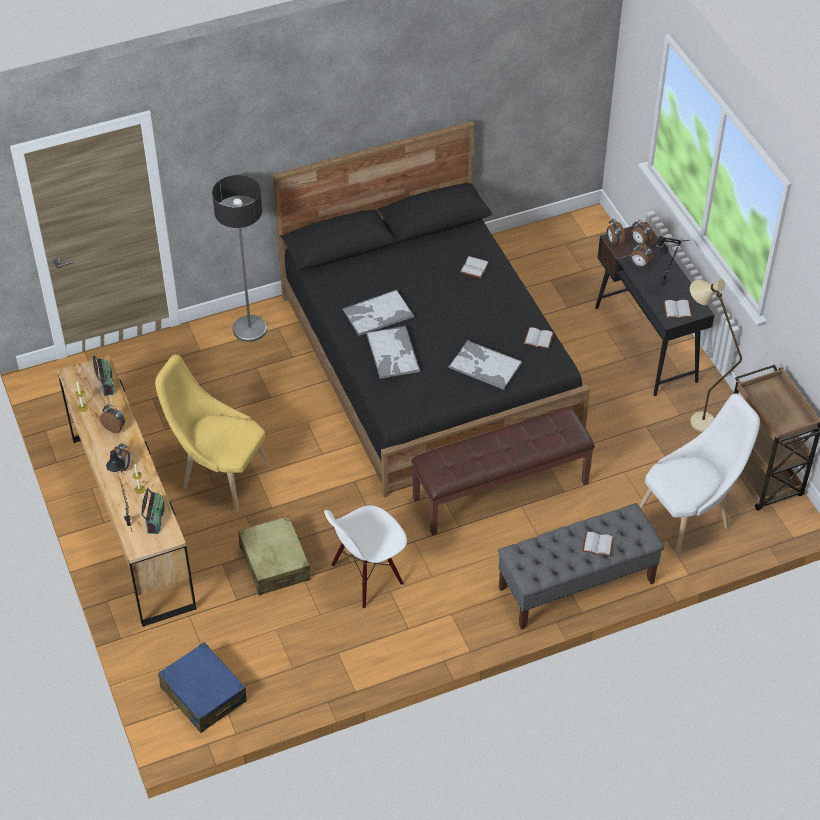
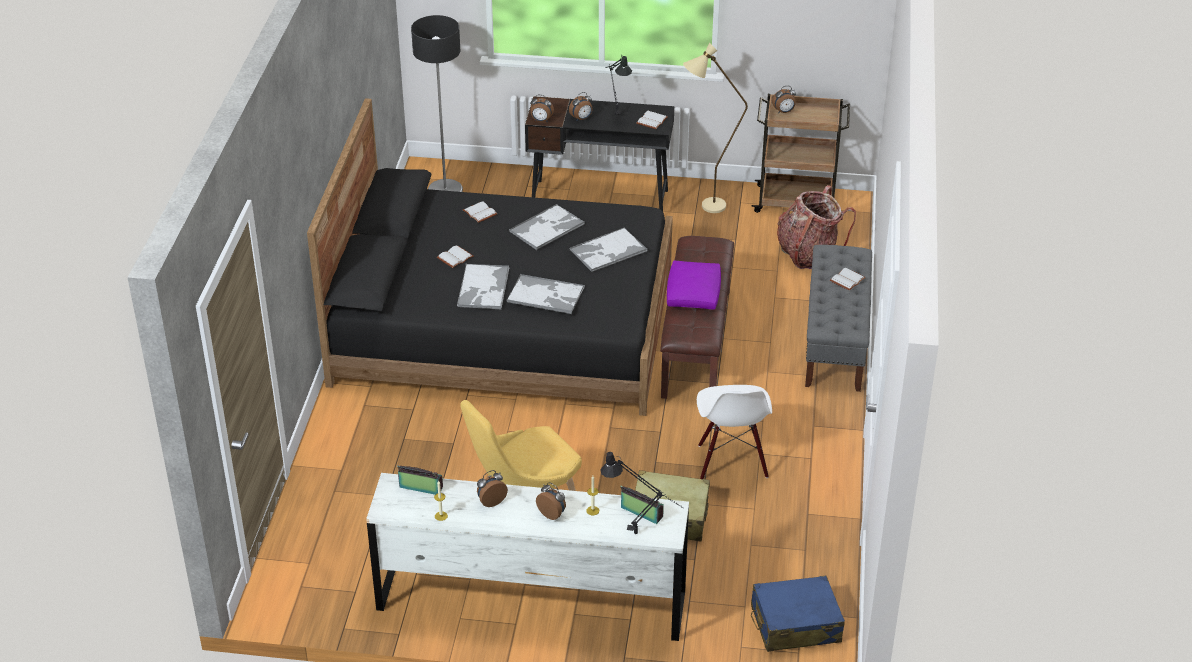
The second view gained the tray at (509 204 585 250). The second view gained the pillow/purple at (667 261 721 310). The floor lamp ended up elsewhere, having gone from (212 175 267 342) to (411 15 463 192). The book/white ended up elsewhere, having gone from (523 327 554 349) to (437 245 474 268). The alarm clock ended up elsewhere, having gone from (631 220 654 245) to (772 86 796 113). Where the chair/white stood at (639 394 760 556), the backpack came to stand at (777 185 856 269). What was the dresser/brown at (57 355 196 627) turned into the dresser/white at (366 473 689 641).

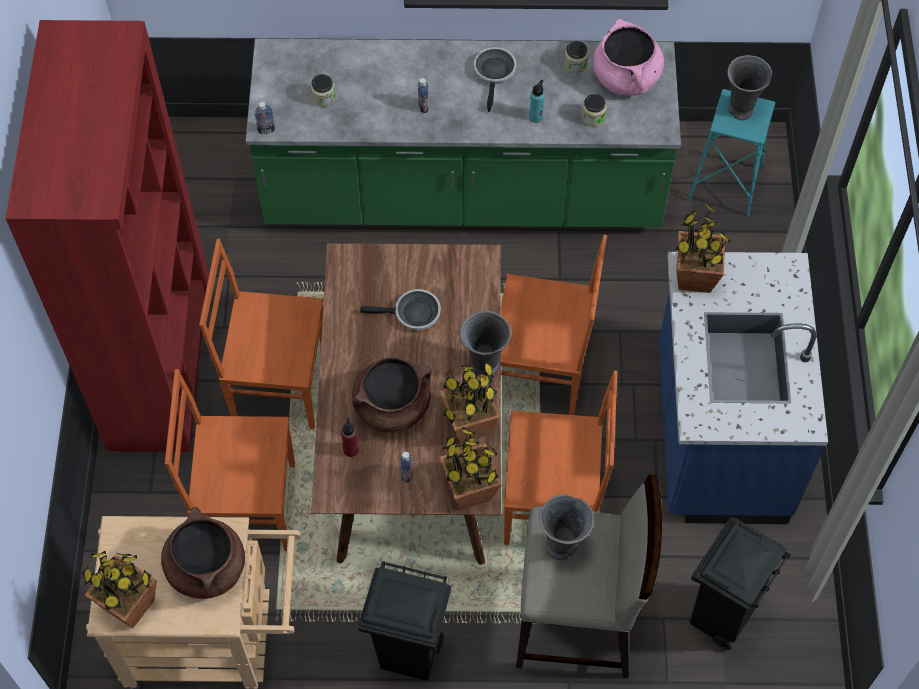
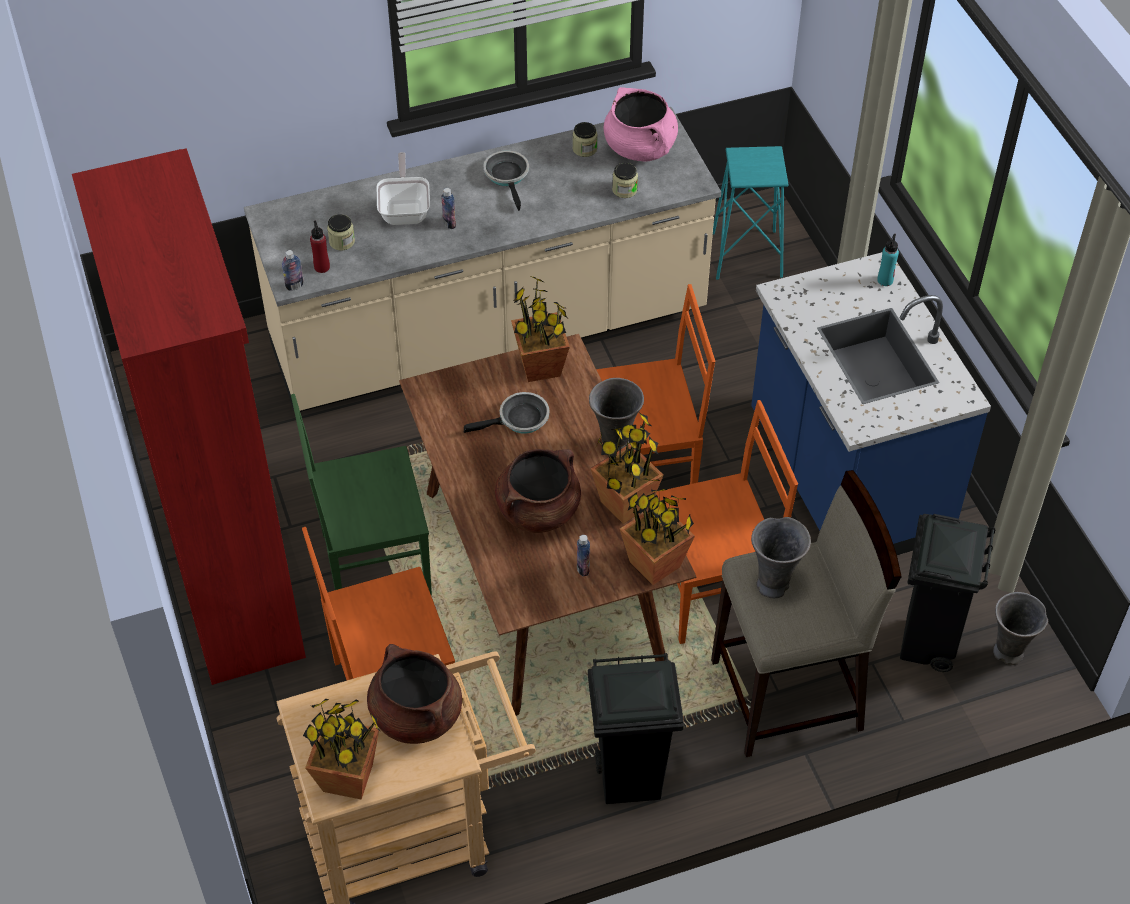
The second view gained the frying pan at (377 152 430 225). The bottle/red ended up elsewhere, having gone from (341 418 359 457) to (310 221 330 273). The bottle/turquoise ended up elsewhere, having gone from (529 80 545 123) to (877 234 899 286). The potted plant ended up elsewhere, having gone from (675 204 731 293) to (511 276 570 382). The vase/grey ended up elsewhere, having gone from (727 55 772 120) to (993 592 1048 665). What was the chair/orange at (199 239 323 430) turned into the chair/green at (291 394 432 596). What was the counter/green at (246 39 681 228) turned into the counter/beige at (244 107 721 412).

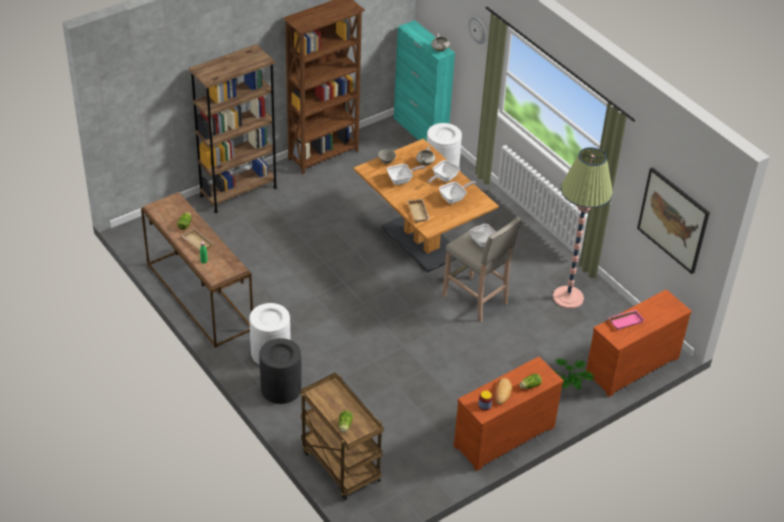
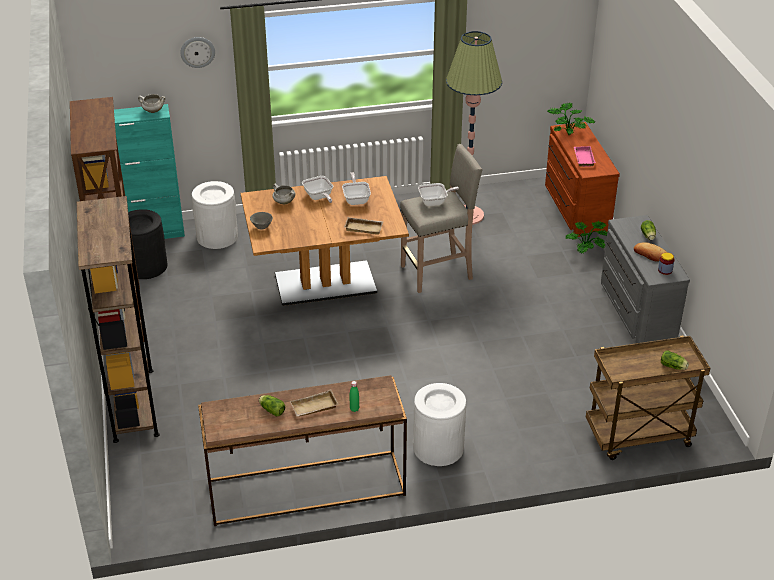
The second view lost the frying pan at (387 164 426 185). The second view lost the picture at (637 167 710 274). The second view gained the potted plant at (547 102 595 135). The trash can/black ended up elsewhere, having gone from (259 338 301 404) to (128 209 167 279). What was the dresser/brown at (454 357 564 471) turned into the dresser/grey at (601 215 690 343).

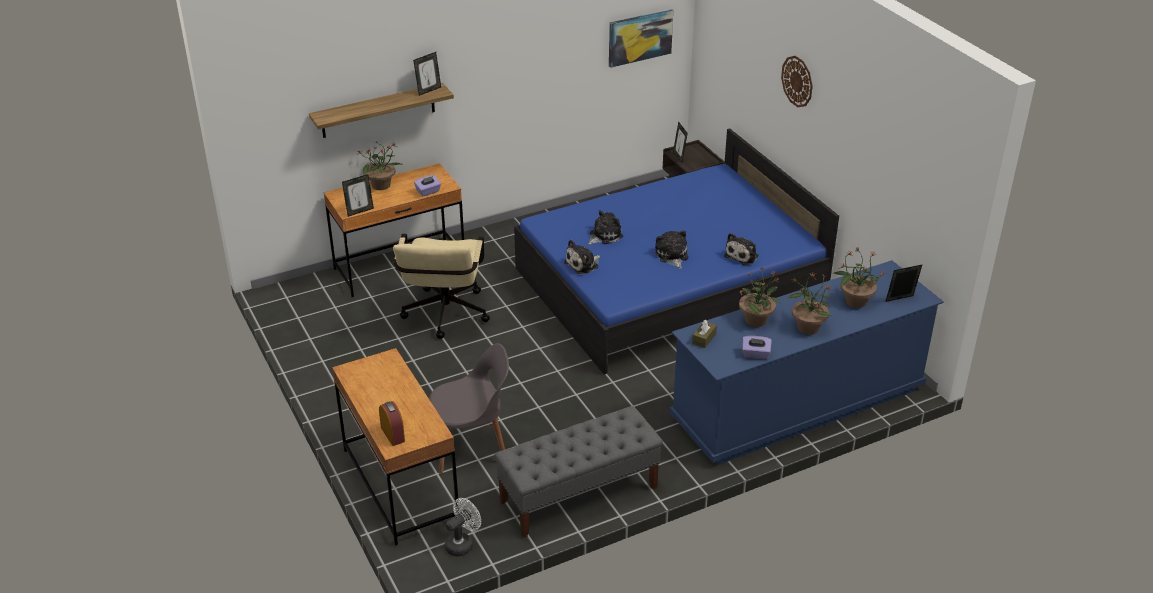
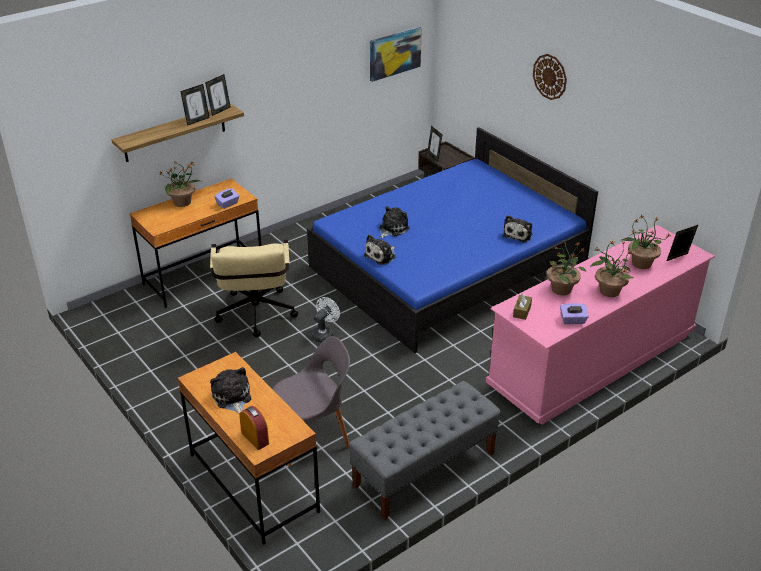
The picture frame ended up elsewhere, having gone from (342 174 374 217) to (180 84 209 126). The fan/white ended up elsewhere, having gone from (445 498 481 556) to (312 297 340 342). The plush toy ended up elsewhere, having gone from (655 230 688 269) to (210 367 251 414). What was the dresser/blue at (670 260 944 465) turned into the dresser/pink at (486 225 715 425).

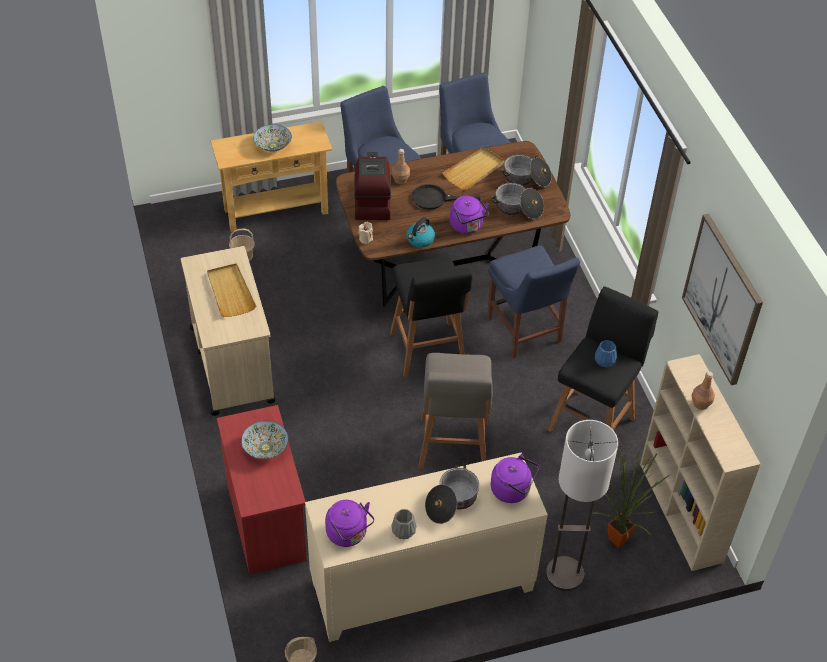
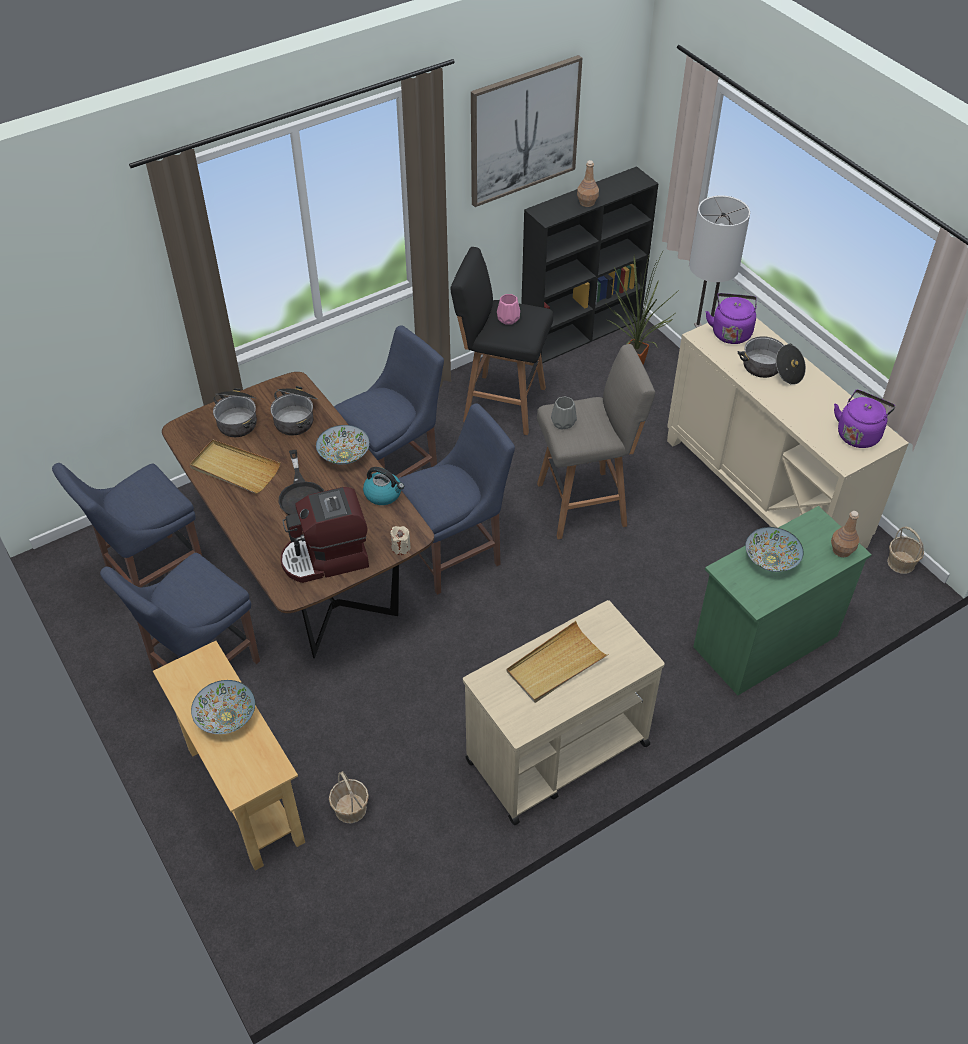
The vase/grey ended up elsewhere, having gone from (391 509 416 539) to (551 397 577 430). The bottle/brown ended up elsewhere, having gone from (392 149 410 184) to (831 511 859 557). Where the stool/black stood at (390 257 473 378), the chair/blue came to stand at (398 403 515 595). Where the kettle/purple stood at (450 196 489 234), the bowl came to stand at (316 425 370 465). What was the dresser/red at (217 405 307 575) turned into the dresser/green at (693 506 872 695). What was the vase/blue at (595 340 617 368) turned into the vase/pink at (497 294 520 324). What was the bookcase/beige at (640 354 760 571) turned into the bookcase/black at (521 166 658 363).

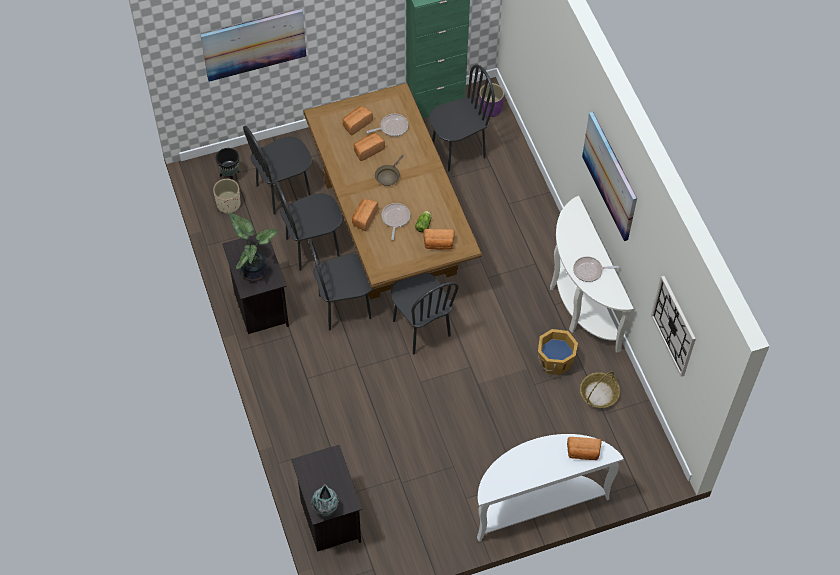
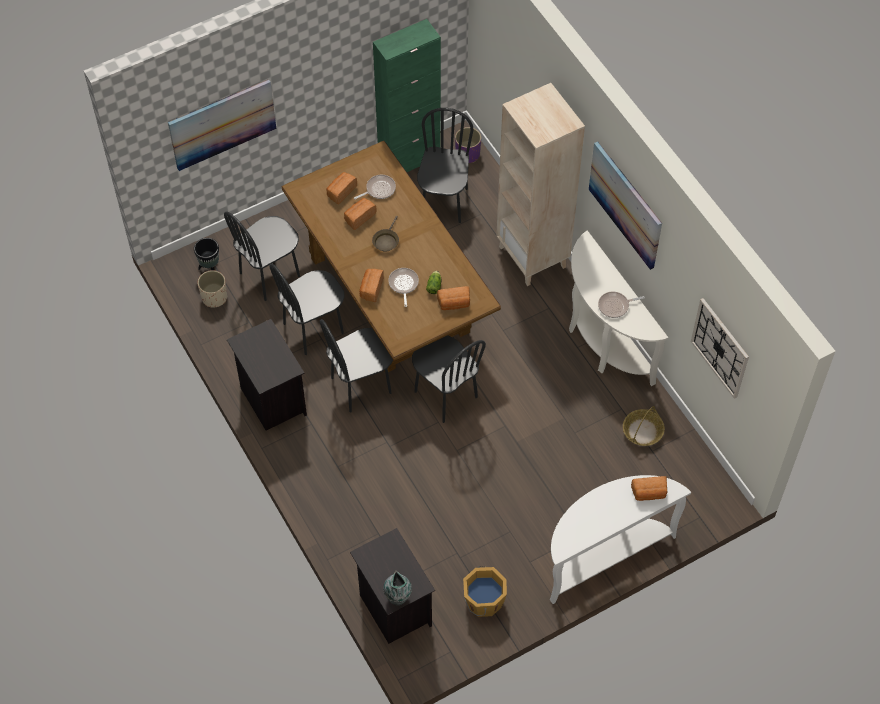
The second view lost the potted plant at (228 212 278 282). The second view gained the bookcase/beige at (496 83 585 286). The bucket/orange ended up elsewhere, having gone from (538 329 578 375) to (463 566 507 617). The chair/black at (429 65 495 171) ended up facing another way, 45 degrees counterclockwise from before.

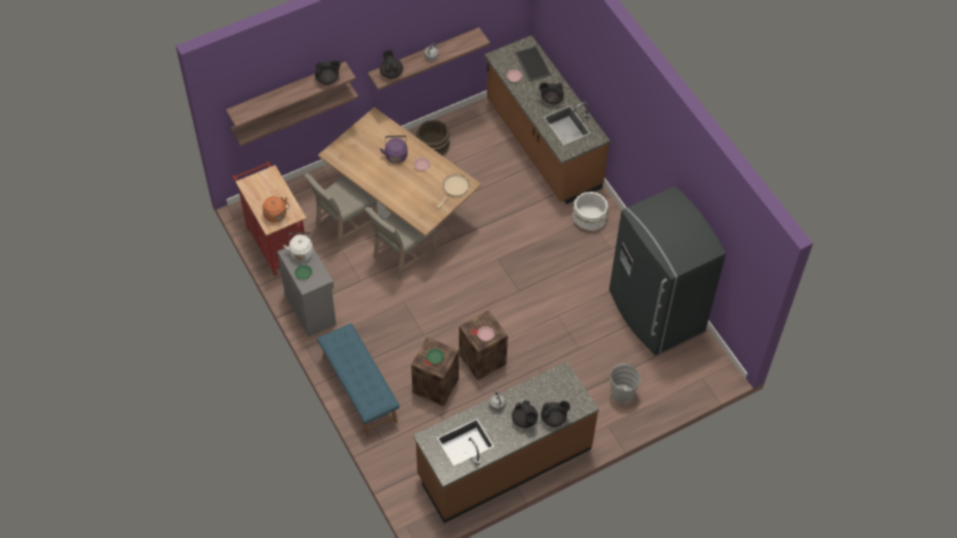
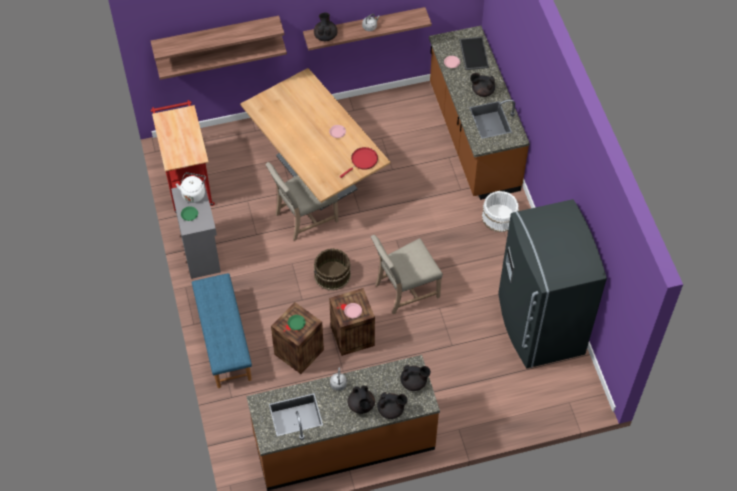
The second view lost the kettle/orange at (262 196 290 223). The second view lost the kettle/purple at (380 135 408 163). The second view lost the bucket/grey at (610 363 641 403). The chair/beige ended up elsewhere, having gone from (304 173 378 248) to (371 235 443 315). The teapot/black ended up elsewhere, having gone from (315 60 341 85) to (400 365 431 391). The bucket/brown ended up elsewhere, having gone from (416 120 450 156) to (314 248 351 290). What was the frying pan/beige at (437 174 469 209) turned into the frying pan/red at (340 147 378 178).

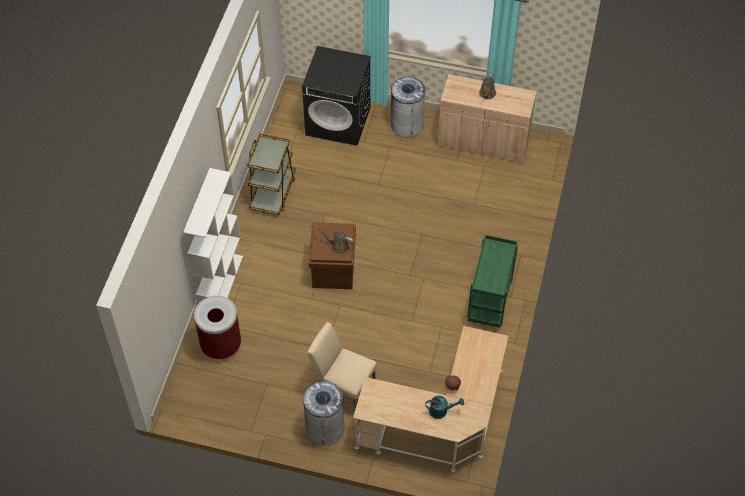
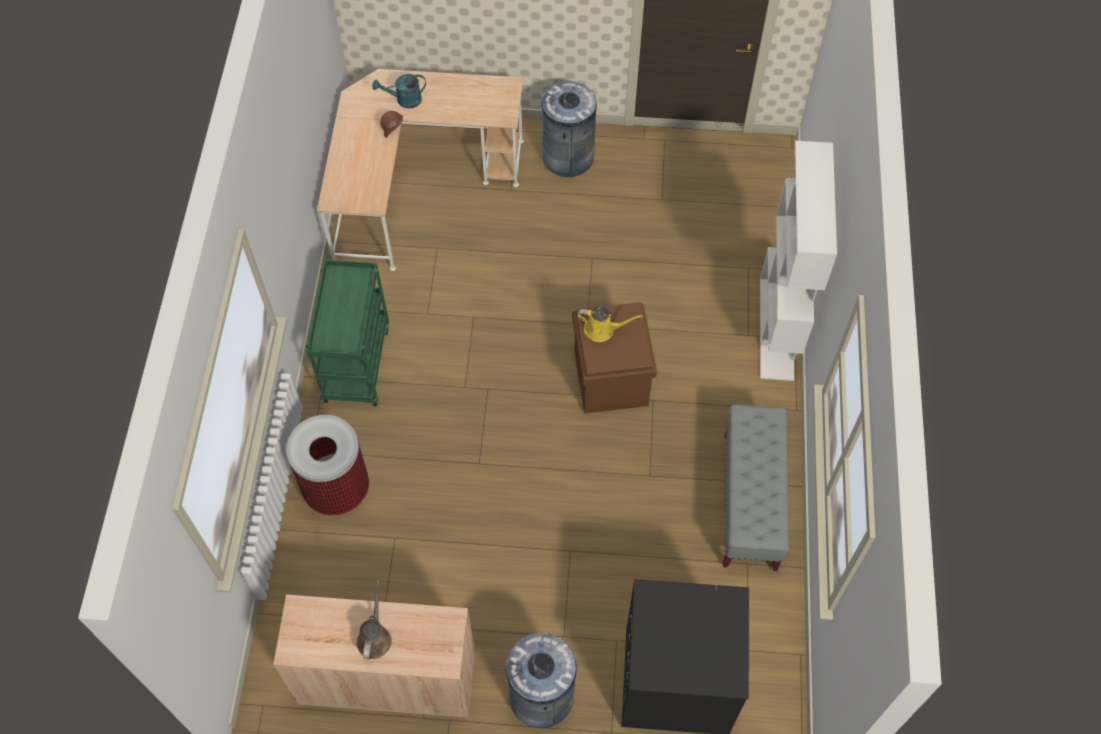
The second view lost the chair/beige at (307 322 377 411). The trash can ended up elsewhere, having gone from (194 295 241 360) to (286 415 369 516). Where the cart/brown stood at (247 133 296 215), the bench/grey came to stand at (723 405 789 571). What was the watering can/brown at (316 226 354 254) turned into the watering can/yellow at (577 306 643 342).

